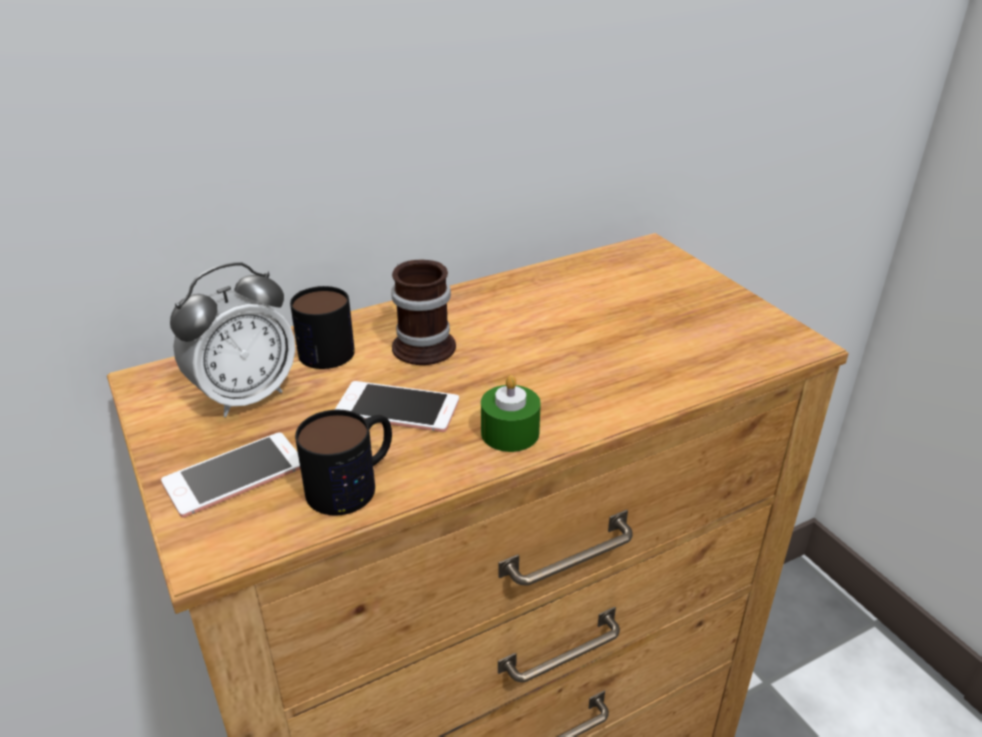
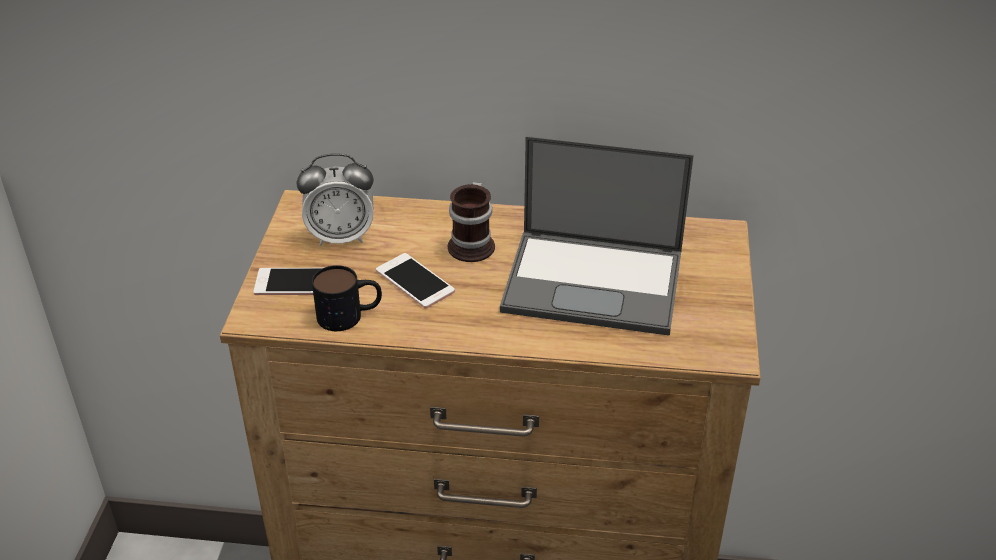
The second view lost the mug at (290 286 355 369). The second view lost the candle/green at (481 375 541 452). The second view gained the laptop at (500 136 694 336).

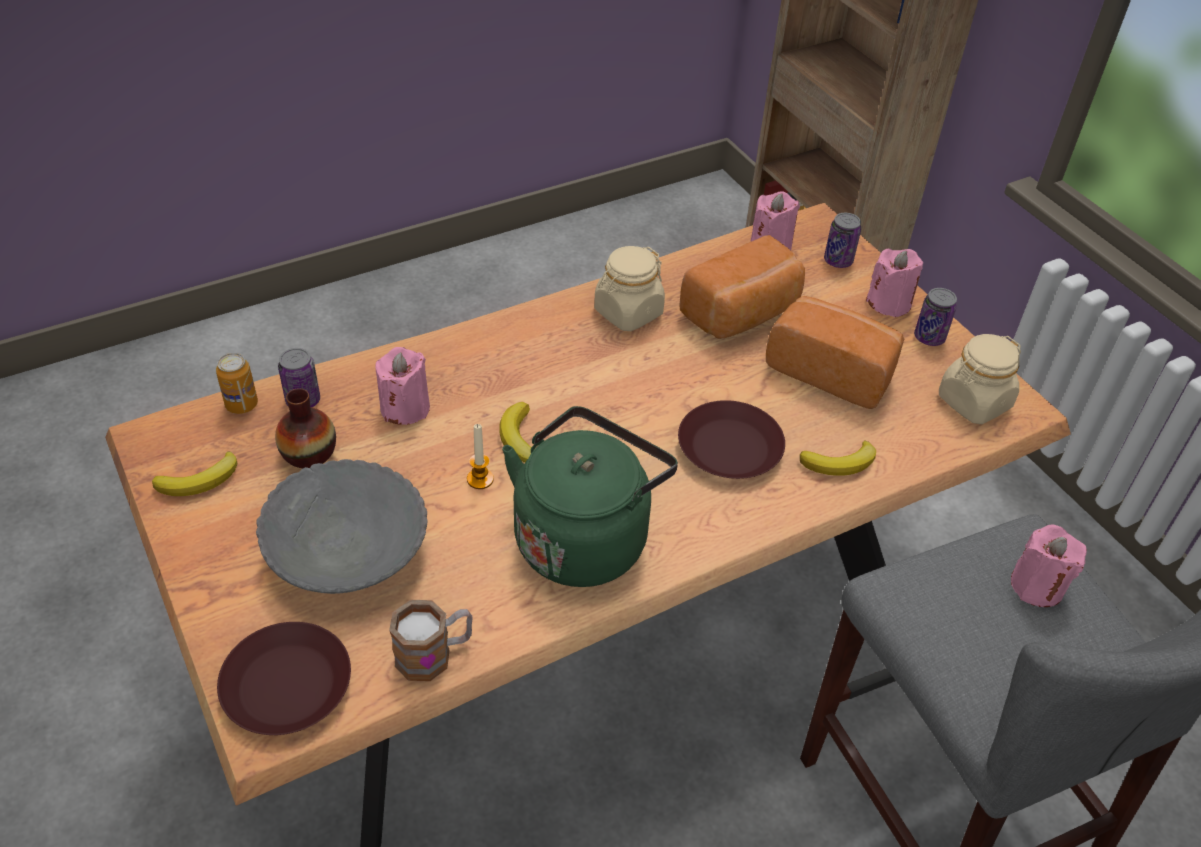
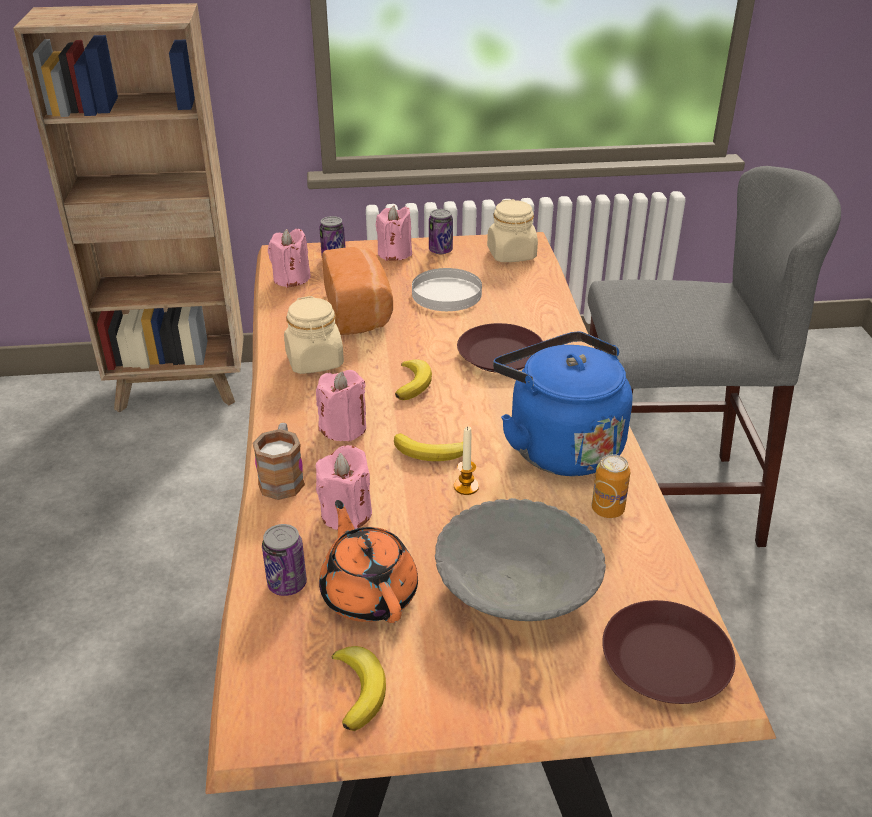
The can ended up elsewhere, having gone from (216 353 258 414) to (592 454 630 518). The mug ended up elsewhere, having gone from (389 600 473 681) to (252 422 305 500). The banana ended up elsewhere, having gone from (800 440 876 476) to (395 359 432 400). The candle/pink ended up elsewhere, having gone from (1011 525 1087 607) to (316 370 366 442). Where the vase stood at (275 388 336 468), the teapot/orange came to stand at (319 500 418 623). Where the bread stood at (766 296 904 409), the plate/white came to stand at (412 268 482 311). What was the kettle/green at (502 406 678 587) turned into the kettle/blue at (493 332 633 476).

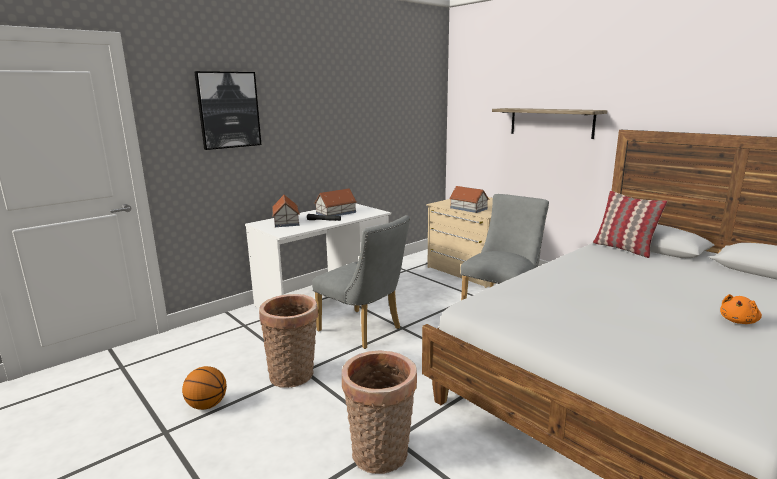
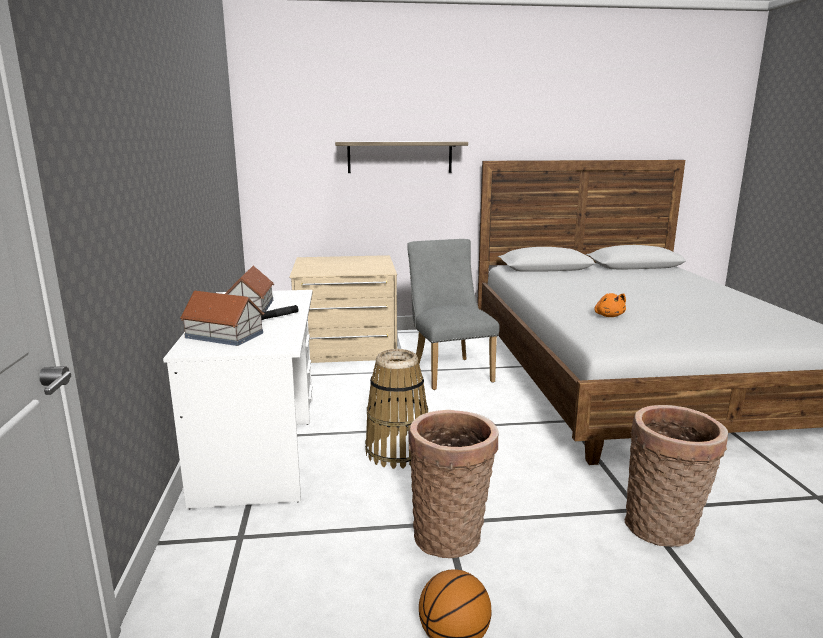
The second view lost the picture at (194 71 261 150). The second view lost the toy house at (449 186 489 213). The second view lost the pillow at (593 191 667 258). The plush toy/orange ended up elsewhere, having gone from (720 294 762 324) to (594 293 626 317). Where the chair/grey stood at (312 215 410 349), the basket came to stand at (365 349 428 469).

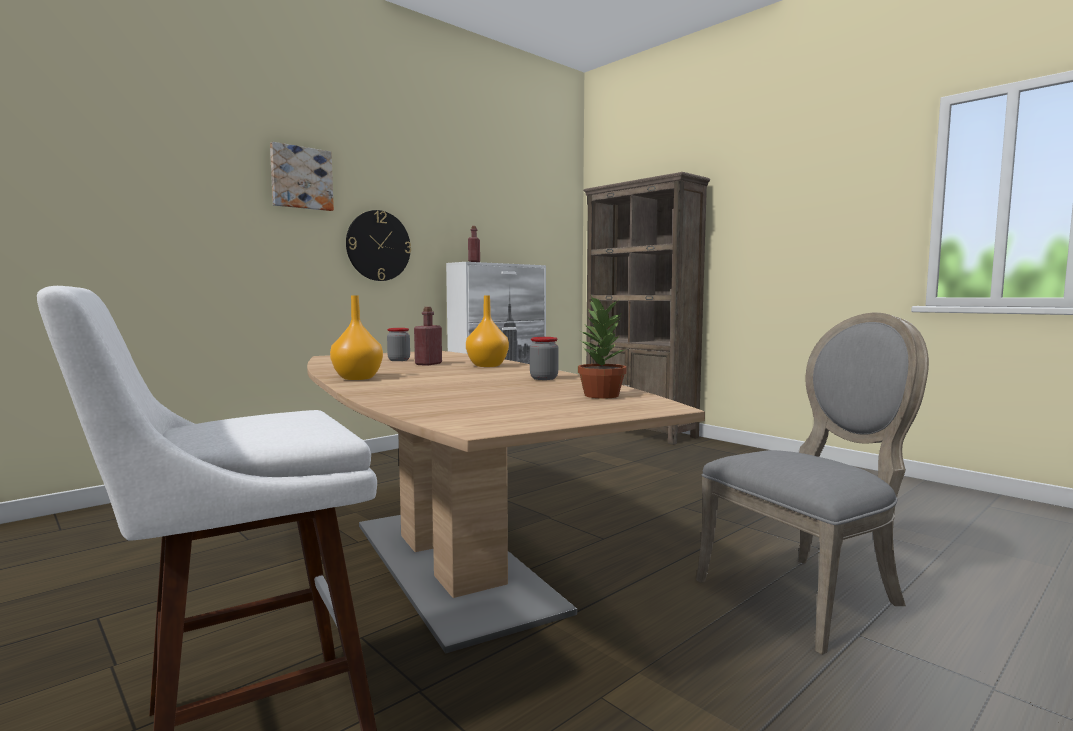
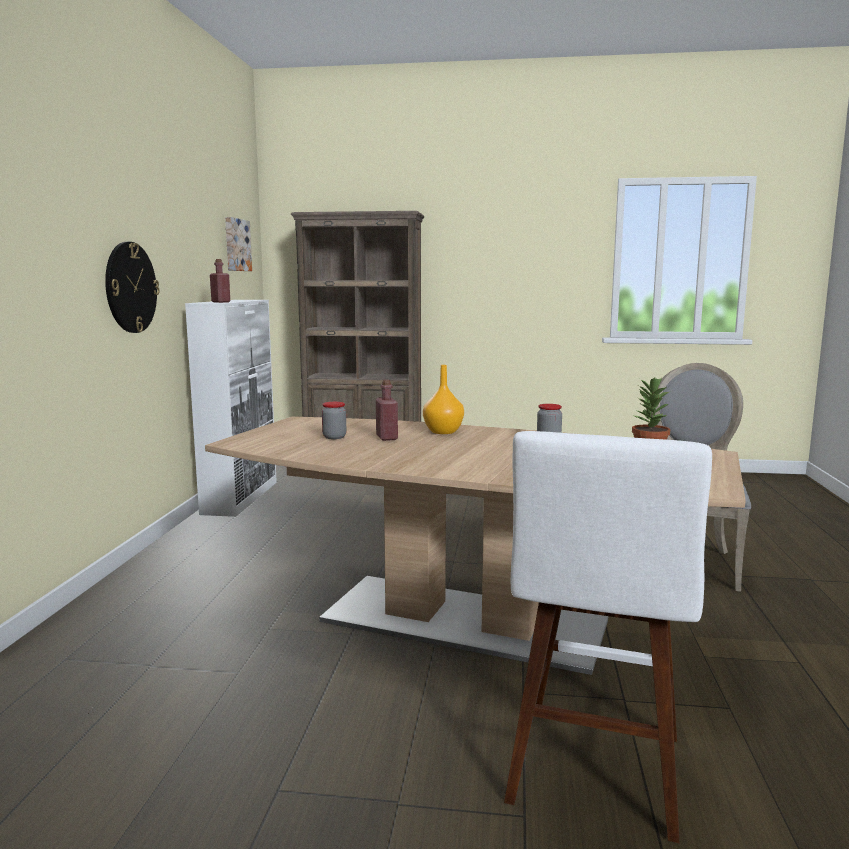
The second view lost the vase/orange at (330 296 383 380). The picture ended up elsewhere, having gone from (270 142 334 211) to (225 217 252 271).

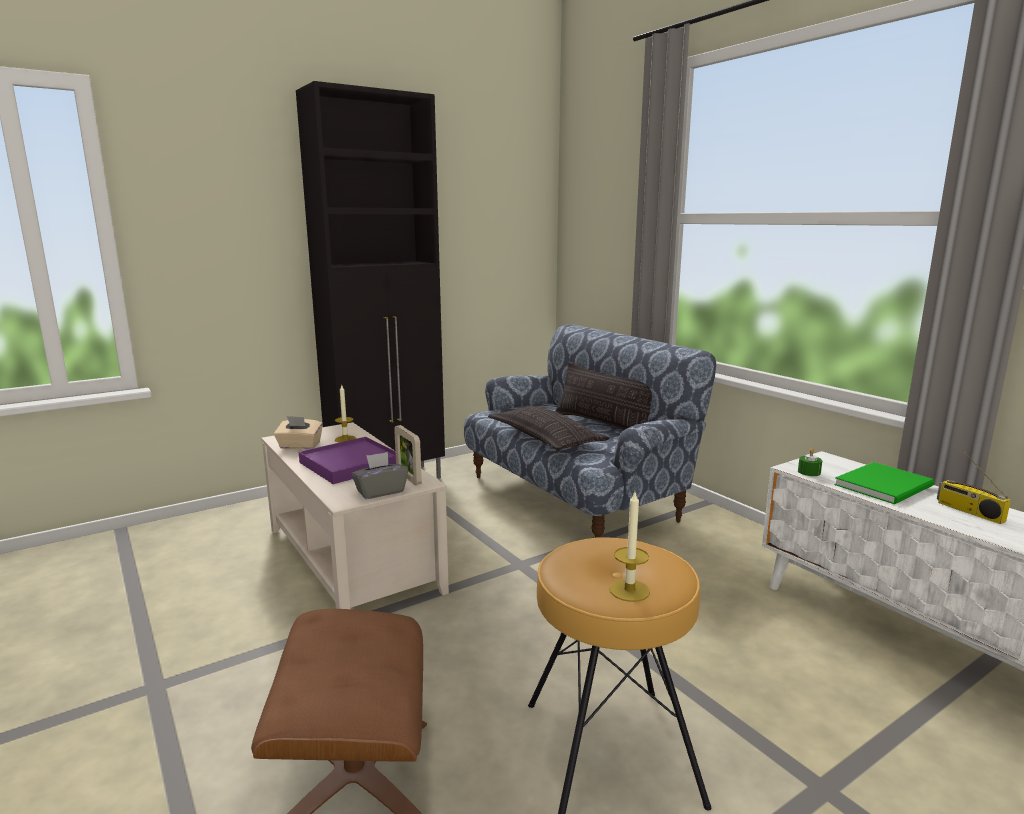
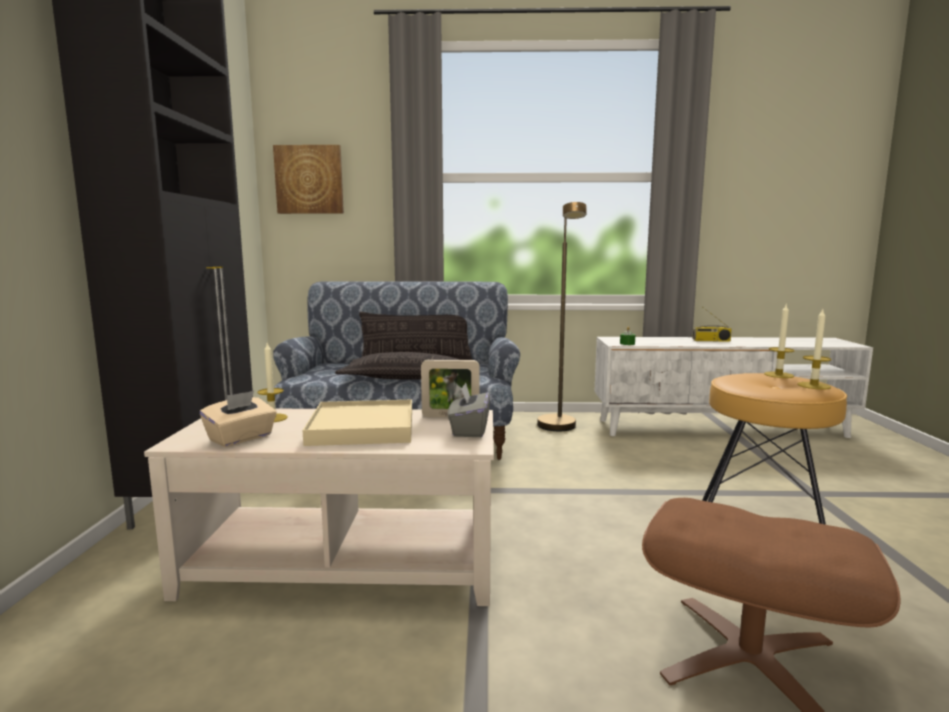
The second view lost the book/green at (834 462 934 504). The second view gained the picture at (273 145 344 214). The second view gained the floor lamp/brown at (537 202 587 431). The second view gained the candle at (764 305 795 378). What was the tray/purple at (299 437 396 484) turned into the tray/beige at (303 400 412 446).

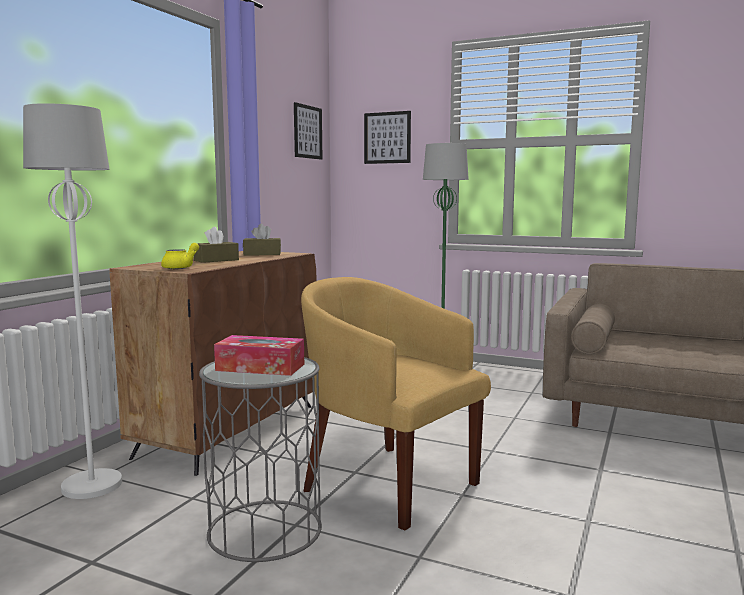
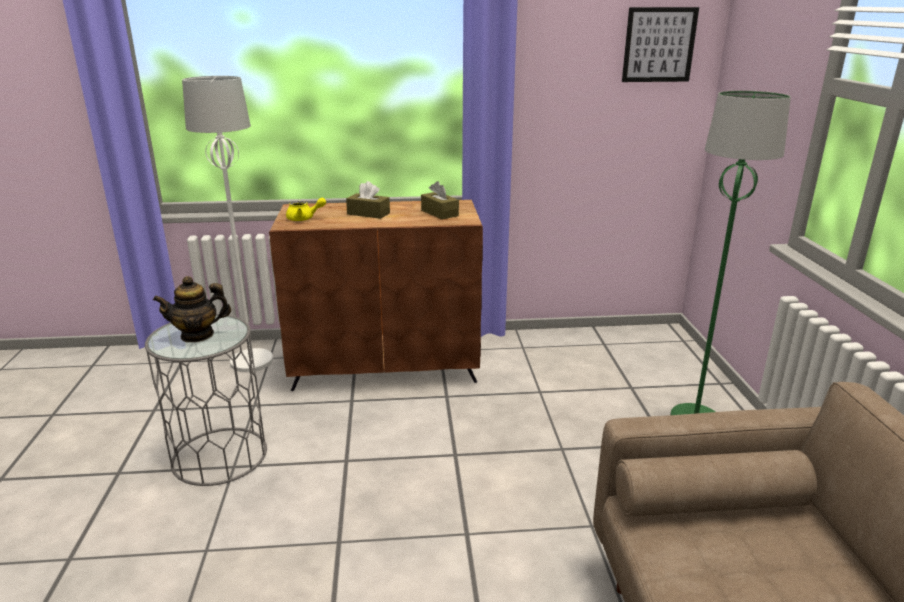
The second view lost the armchair/yellow at (301 277 491 531). The second view lost the picture at (364 111 411 164). Where the tissue box stood at (214 335 304 376), the teapot came to stand at (153 276 231 342).

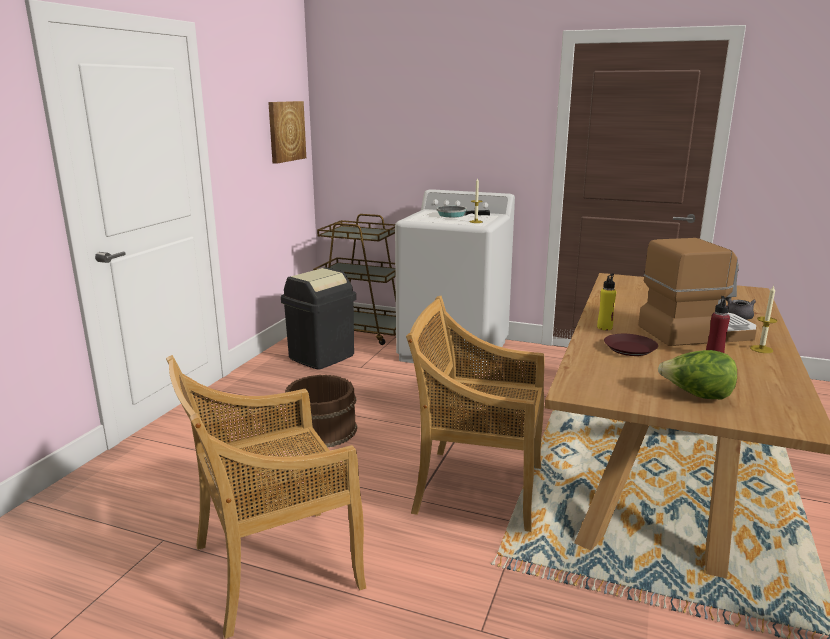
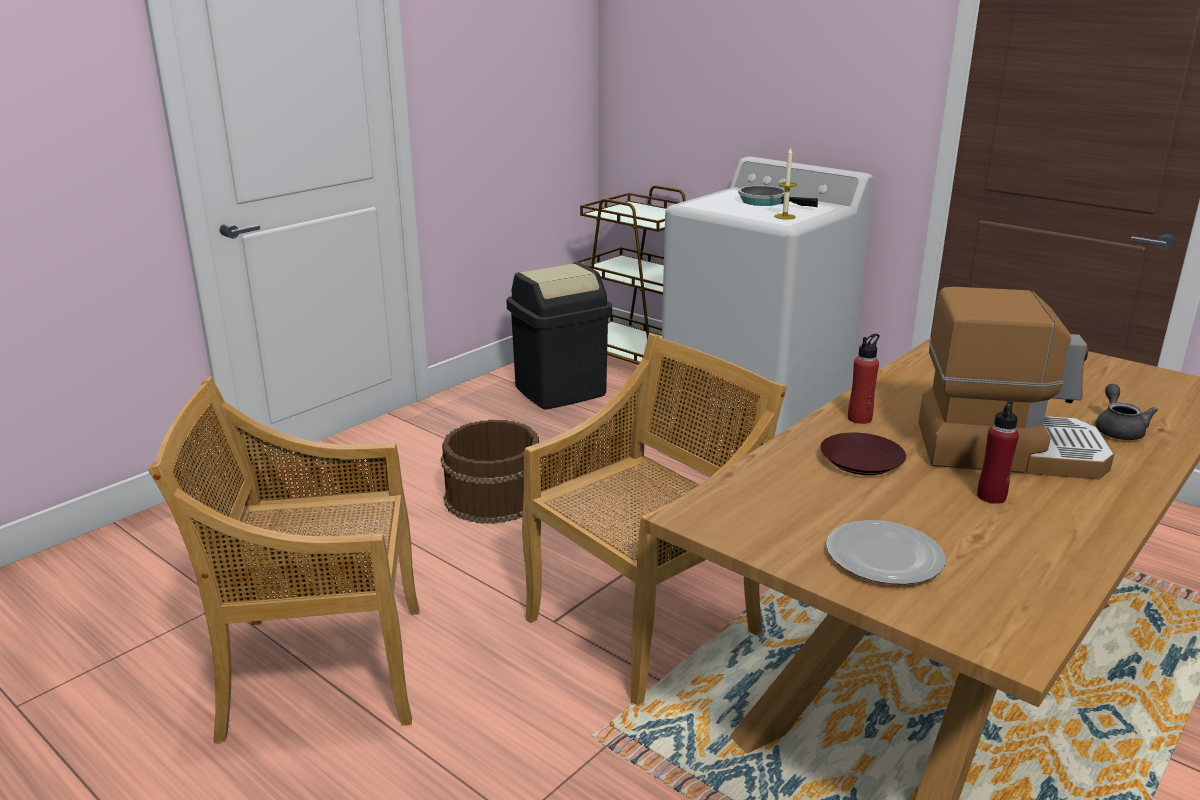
The second view lost the picture at (268 101 306 164). The second view lost the candle at (750 286 777 353). Where the lettuce stood at (658 350 737 399), the plate came to stand at (826 520 945 585). What was the bottle/yellow at (597 274 616 330) turned into the bottle/red at (848 334 879 424). The chair/beige at (406 296 545 532) ended up facing another way, 105 degrees clockwise from before.

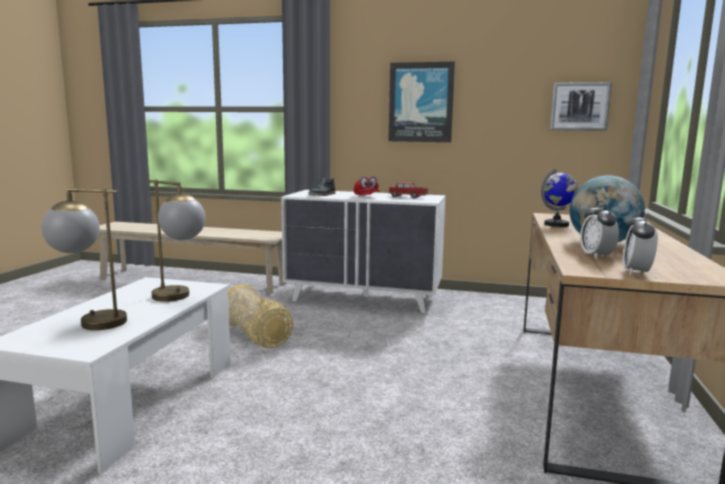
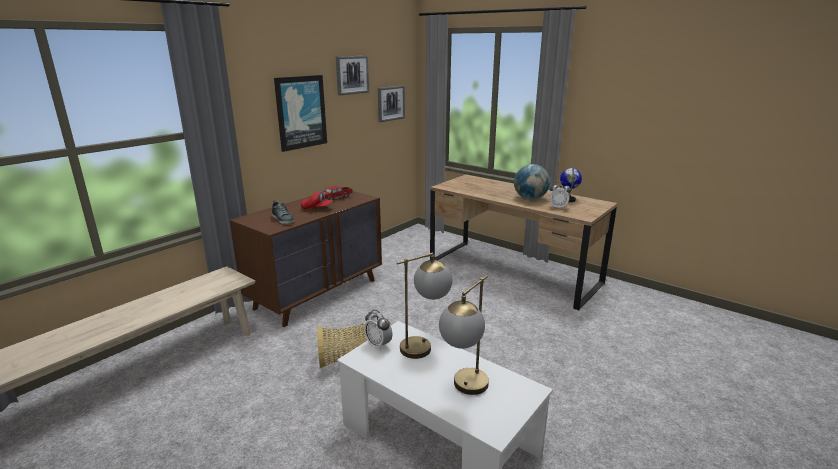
The second view gained the picture at (336 56 369 96). The globe ended up elsewhere, having gone from (541 168 578 227) to (560 167 582 202). The alarm clock ended up elsewhere, having gone from (623 210 658 275) to (364 310 392 351). What was the dresser/white at (281 190 446 313) turned into the dresser/brown at (230 191 382 327).

